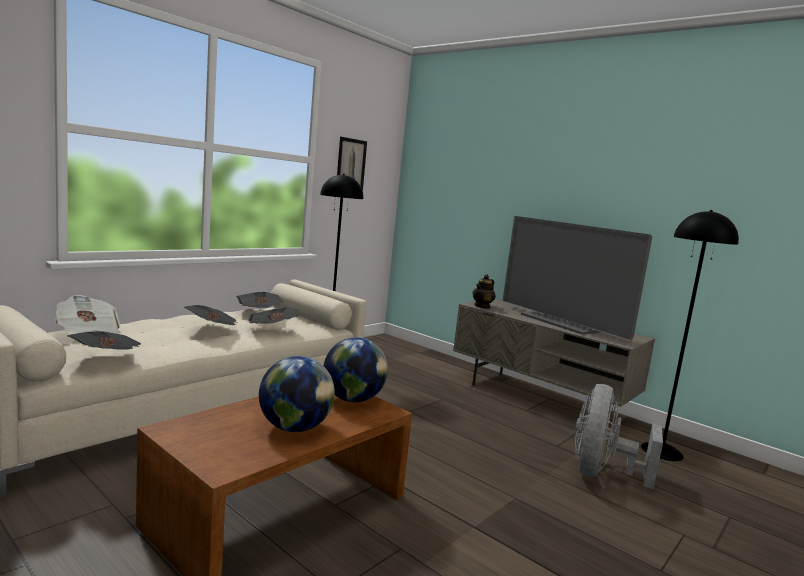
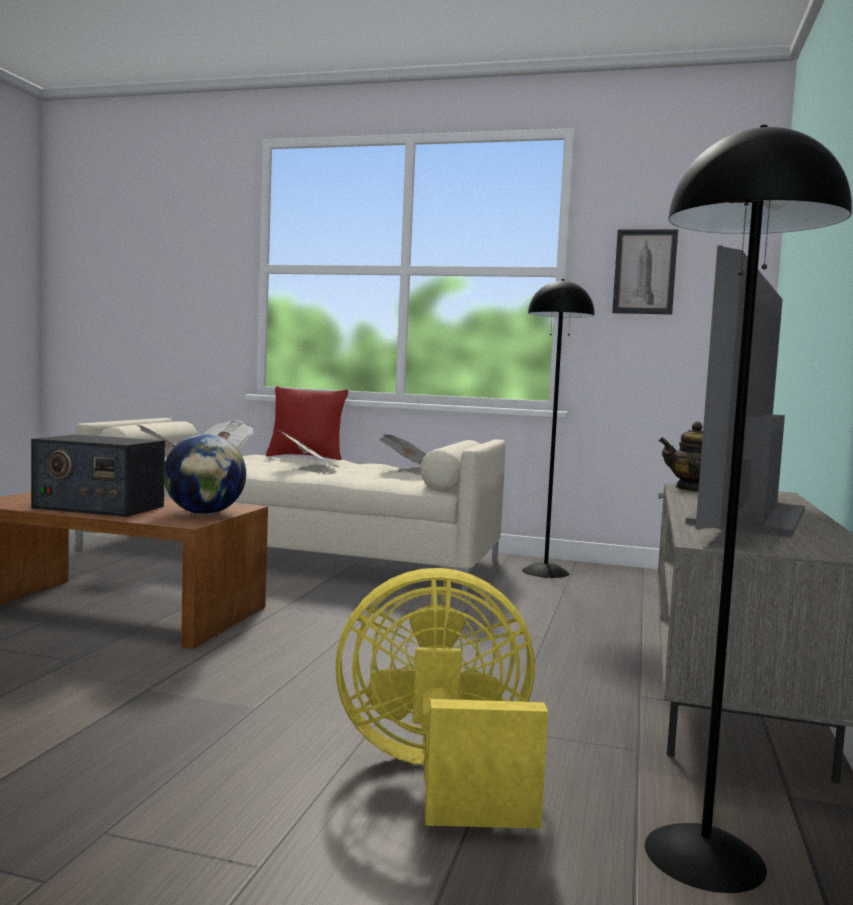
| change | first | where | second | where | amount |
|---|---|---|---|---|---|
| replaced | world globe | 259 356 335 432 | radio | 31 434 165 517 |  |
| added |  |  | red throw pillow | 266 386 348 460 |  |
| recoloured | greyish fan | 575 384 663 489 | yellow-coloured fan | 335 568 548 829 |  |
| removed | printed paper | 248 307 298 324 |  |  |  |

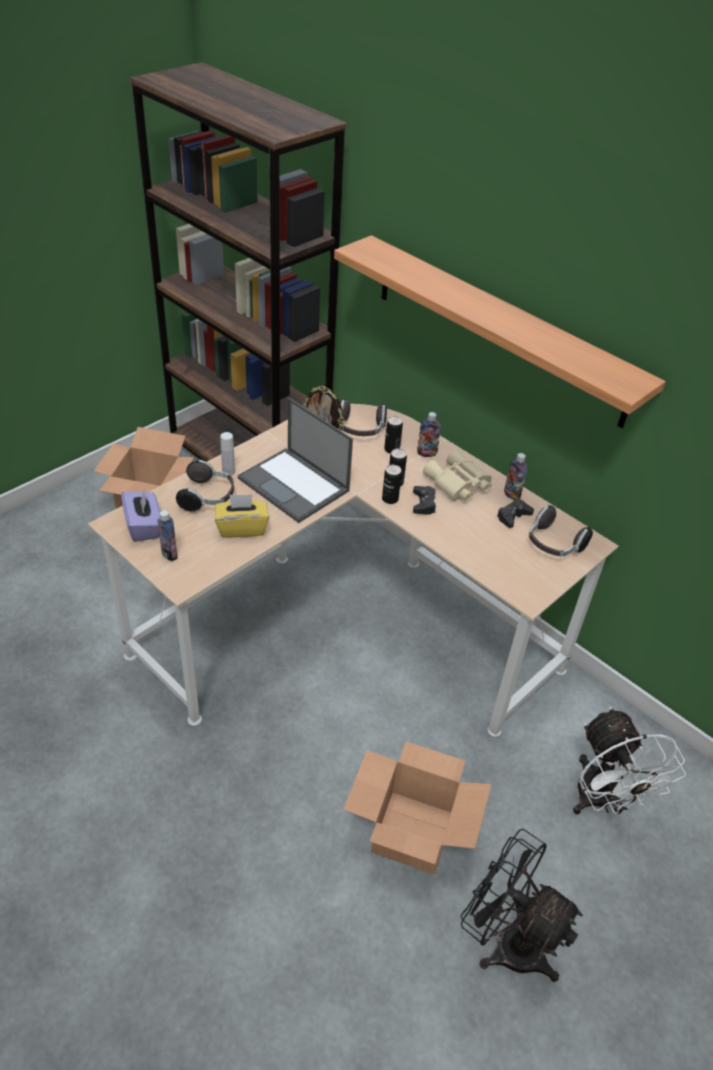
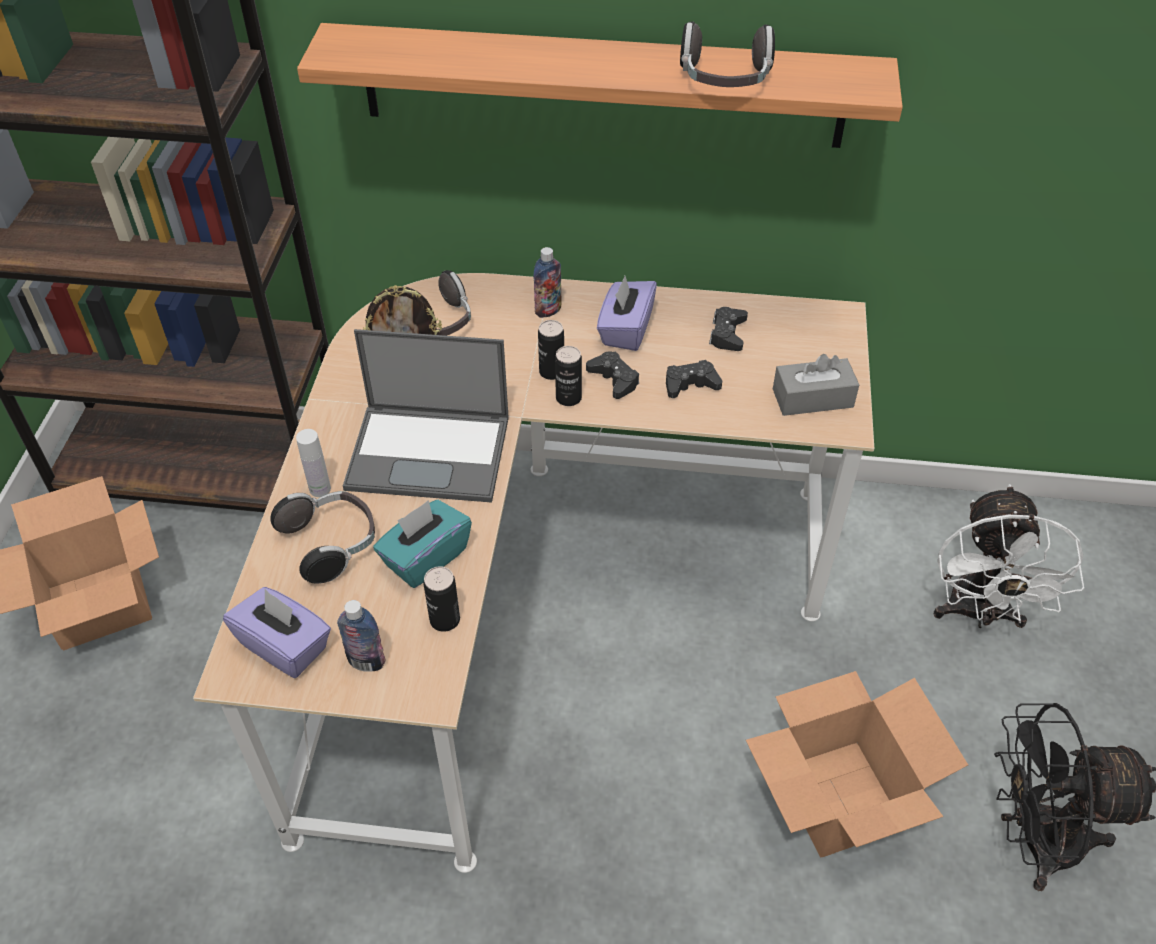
| change | first | where | second | where | amount |
|---|---|---|---|---|---|
| recoloured | yellow-coloured tissue holder | 215 494 269 538 | blue-green tissue holder | 373 500 472 588 |  |
| moved | metal can | 384 416 403 454 |  | 423 566 460 632 |  |
| replaced | sand-coloured field glasses | 423 450 492 502 | purplish tissue holder | 597 276 657 351 |  |
| added |  |  | black-coloured game controller | 666 360 722 398 |  |
| moved | headset | 529 505 593 556 |  | 680 21 775 87 |  |
| added |  |  | greyish tissue holder | 773 354 859 416 |  |
| turned | whitish fan | 573 706 686 815 |  | 934 484 1084 628 | 60 degrees clockwise |
| removed | beverage bottle | 504 453 527 500 |  |  |  |

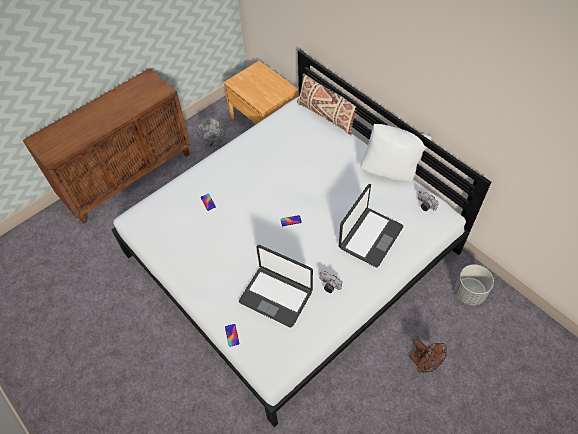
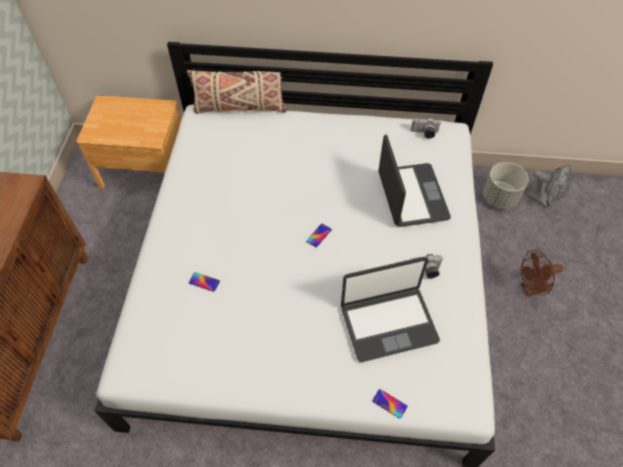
| change | first | where | second | where | amount |
|---|---|---|---|---|---|
| turned | brown fan | 409 339 446 373 |  | 521 250 563 297 | 150 degrees clockwise |
| moved | greyish fan | 196 117 226 147 |  | 527 164 573 208 |  |
| removed | whitish throw pillow | 360 124 432 182 |  |  |  |

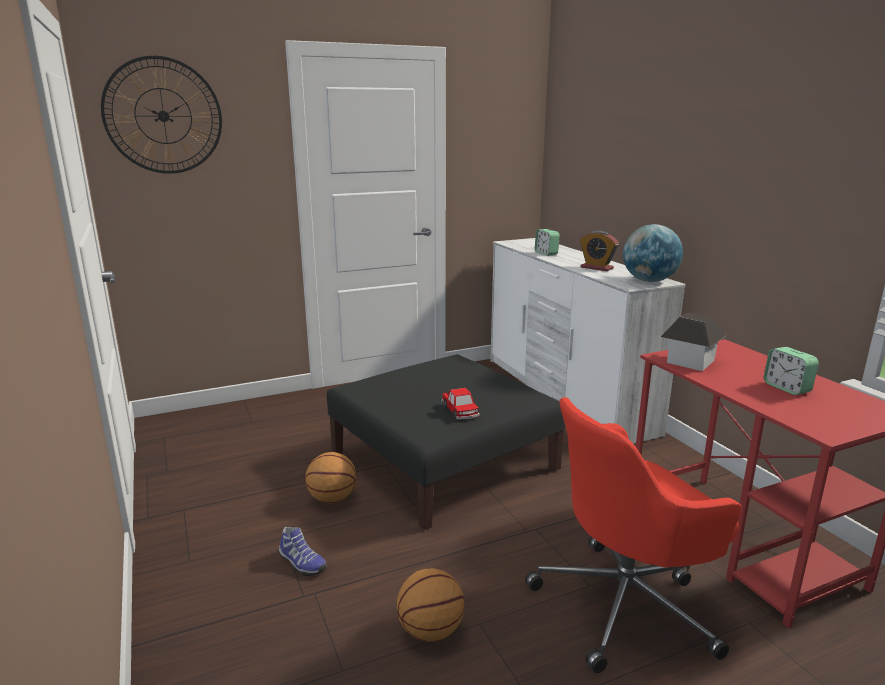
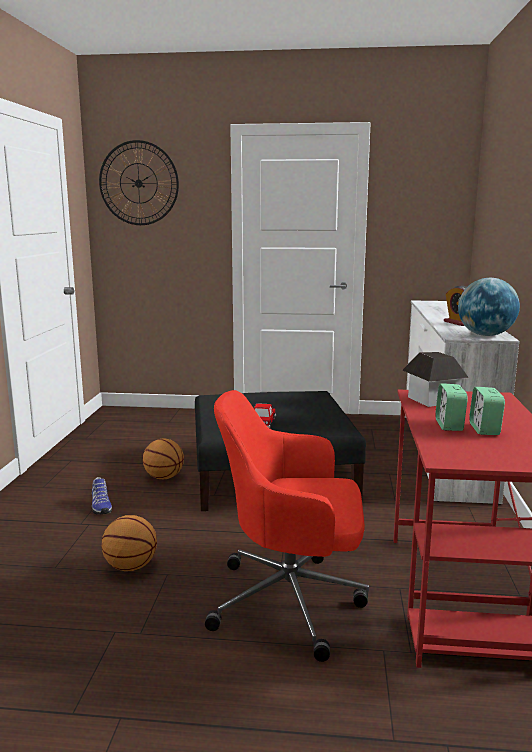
| change | first | where | second | where | amount |
|---|---|---|---|---|---|
| moved | table clock | 535 229 560 256 |  | 435 383 468 431 |  |

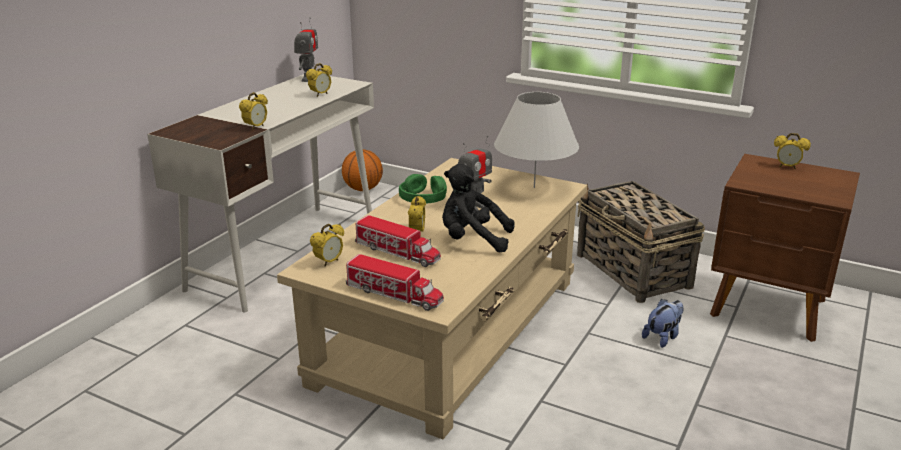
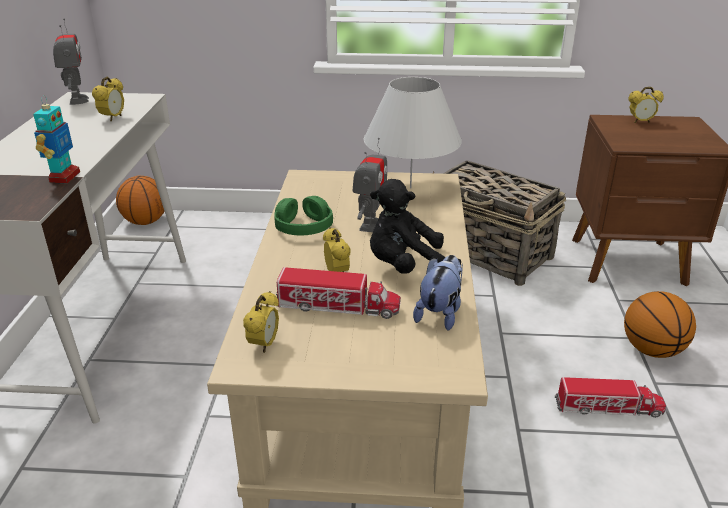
| change | first | where | second | where | amount |
|---|---|---|---|---|---|
| replaced | table clock | 239 92 268 130 | model robot | 33 95 80 184 |  |
| moved | cuddly toy | 642 299 684 348 |  | 413 255 463 331 |  |
| moved | toy truck | 346 254 444 311 |  | 554 377 666 418 |  |
| added |  |  | ball for basketball | 624 291 696 358 |  |

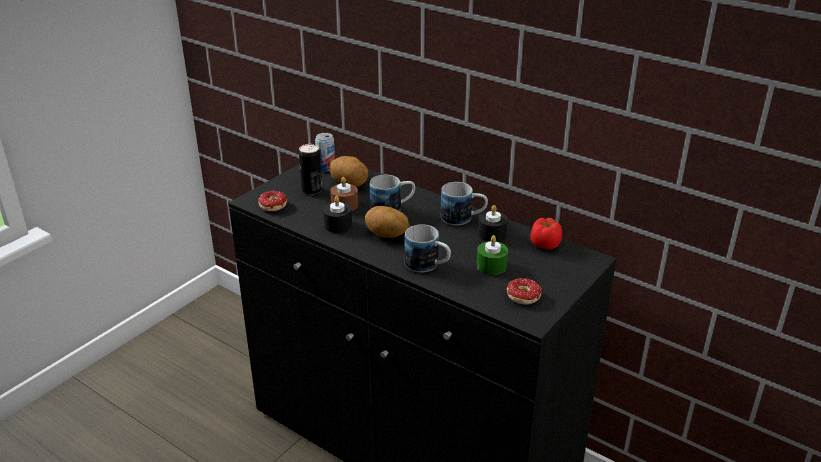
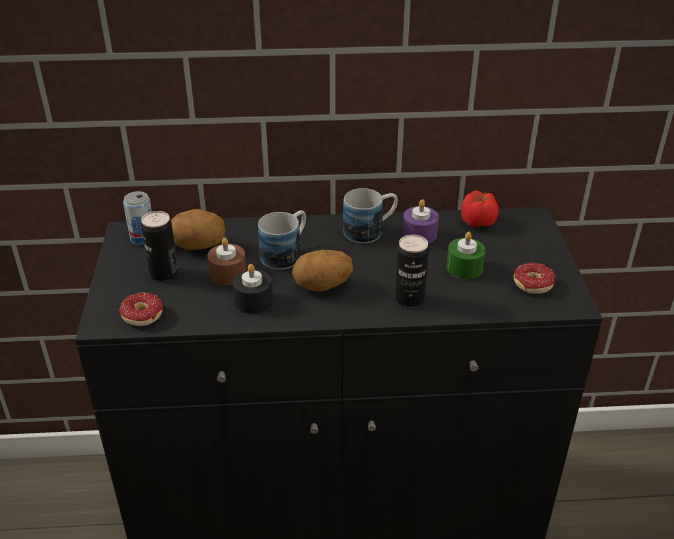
| change | first | where | second | where | amount |
|---|---|---|---|---|---|
| replaced | coffee mug | 404 224 451 273 | metal can | 395 235 429 307 |  |
| recoloured | black-coloured wax candle | 478 205 508 242 | purplish wax candle | 403 199 439 244 |  |

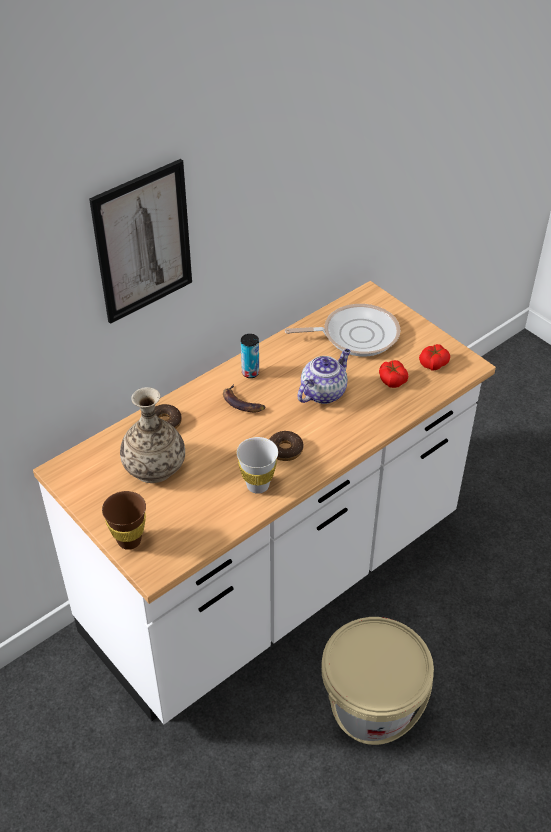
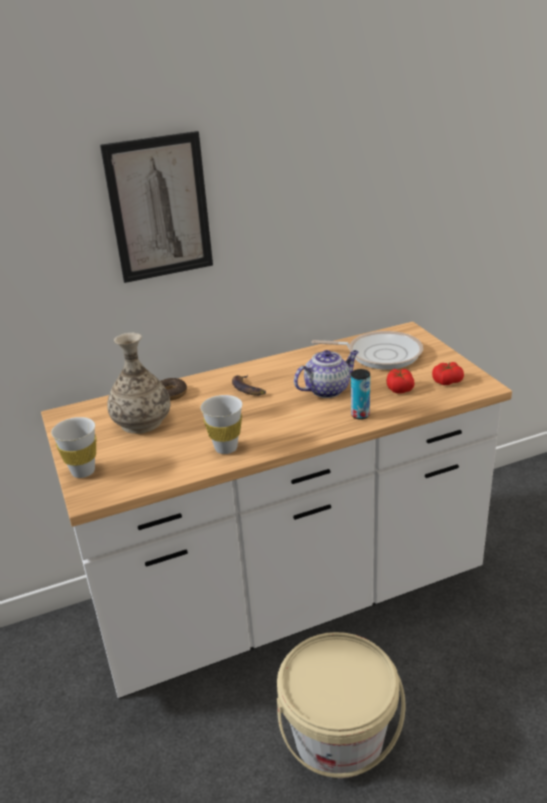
| change | first | where | second | where | amount |
|---|---|---|---|---|---|
| recoloured | brown drinking cup | 102 491 146 550 | whitish drinking cup | 51 417 96 478 |  |
| moved | metal can | 241 334 259 378 |  | 351 369 370 420 |  |
| removed | donut | 269 431 304 461 |  |  |  |

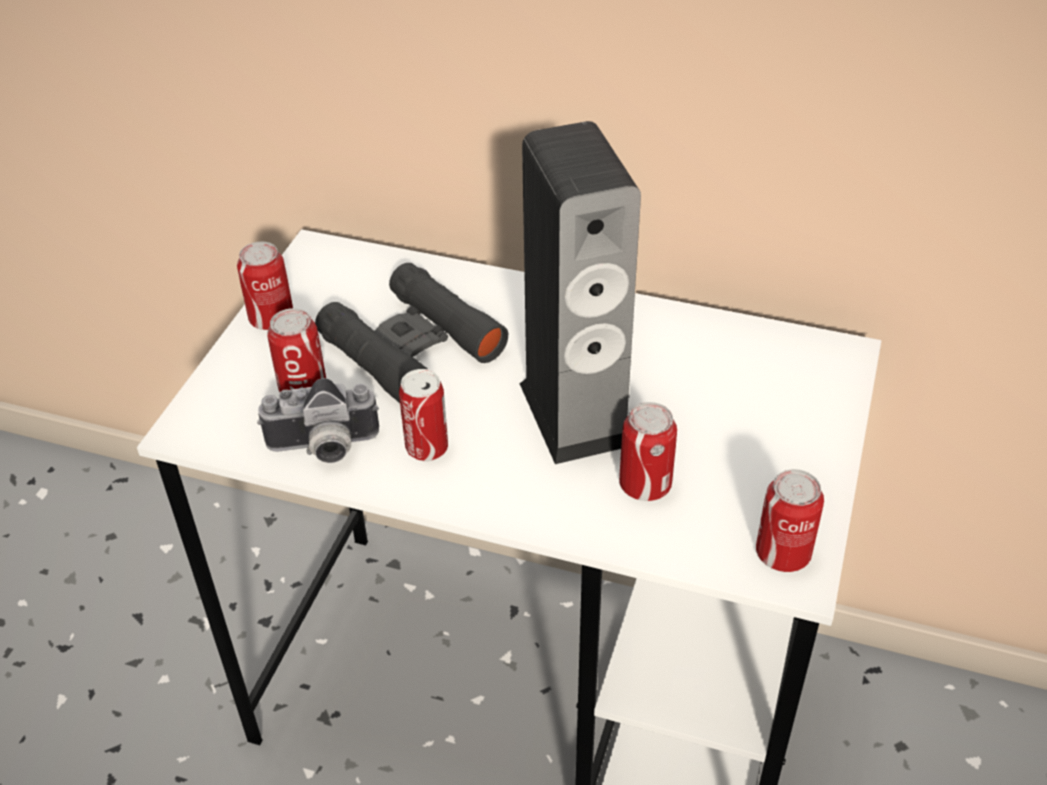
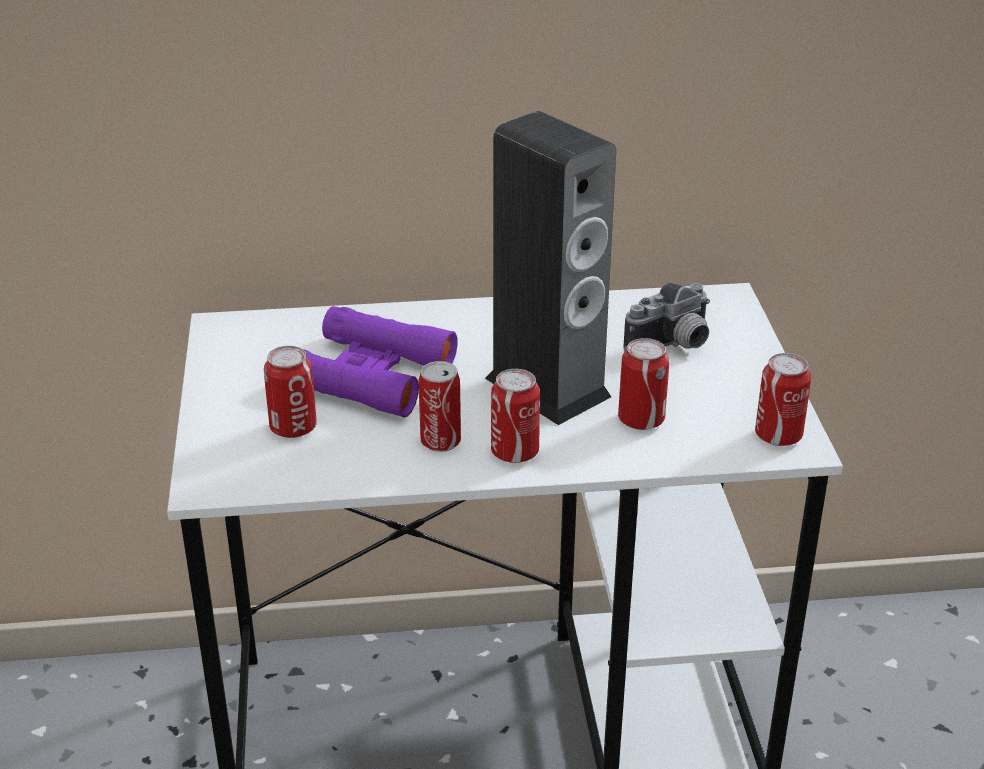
| change | first | where | second | where | amount |
|---|---|---|---|---|---|
| recoloured | black-coloured field glasses | 315 263 508 403 | purplish field glasses | 304 306 458 417 |  |
| moved | metal can | 237 242 293 330 |  | 491 369 540 463 |  |
| moved | photo camera | 257 378 379 463 |  | 623 283 710 352 |  |

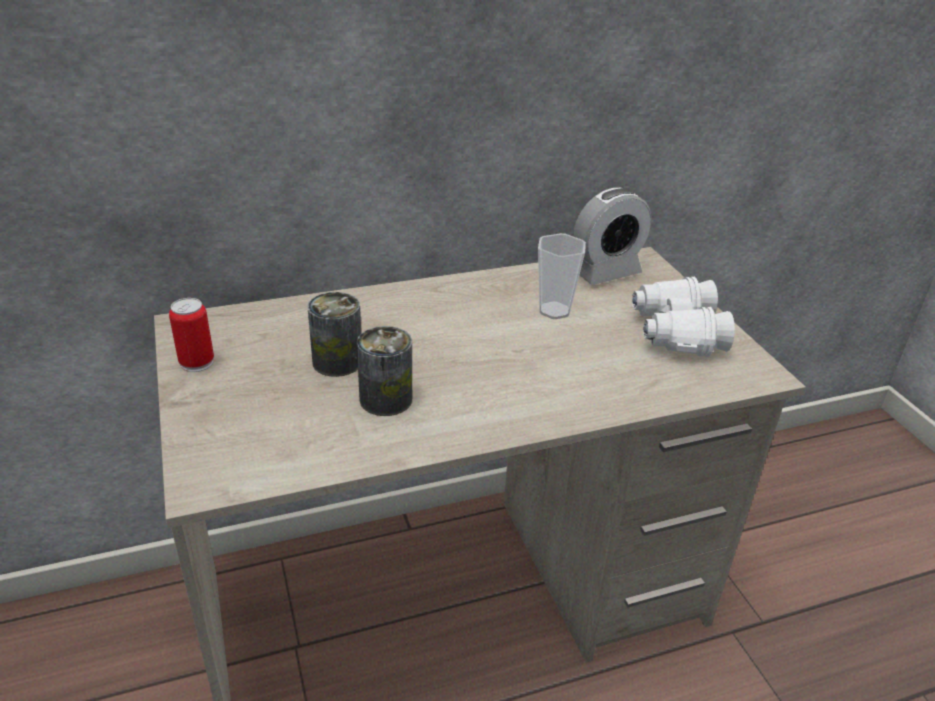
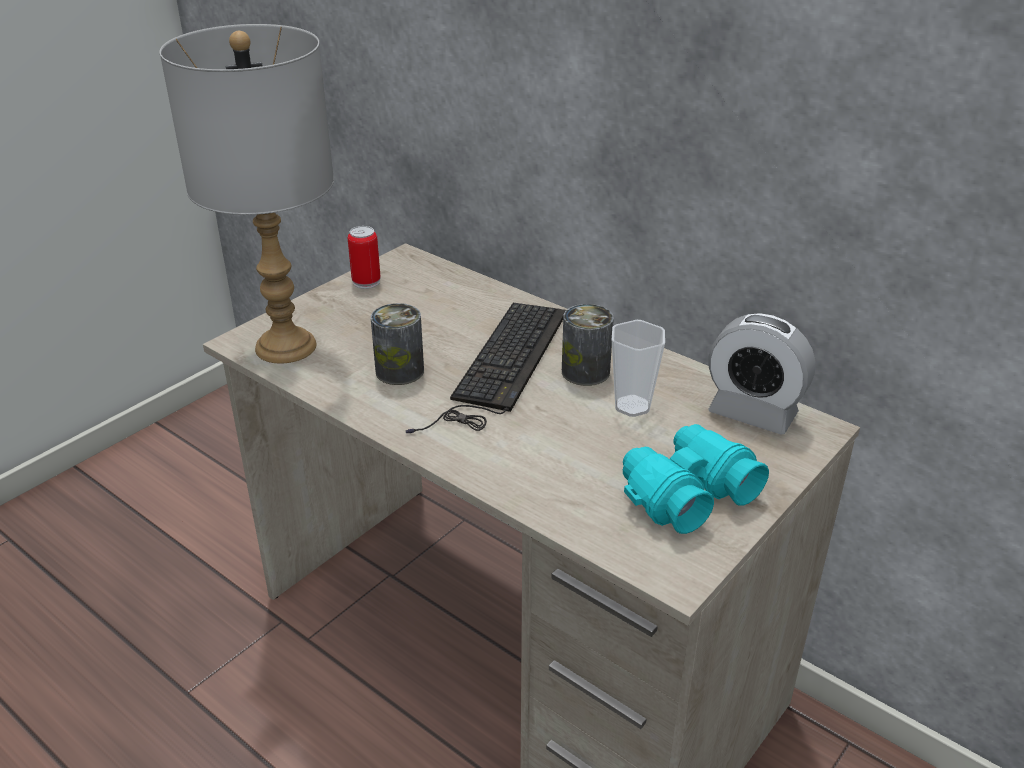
| change | first | where | second | where | amount |
|---|---|---|---|---|---|
| added |  |  | greyish tabletop lamp | 160 24 334 363 |  |
| added |  |  | keyboard | 406 303 566 433 |  |
| moved | metal can | 307 292 361 377 |  | 562 304 614 386 |  |
| recoloured | whitish field glasses | 632 277 735 357 | blue-green field glasses | 623 424 769 534 |  |

